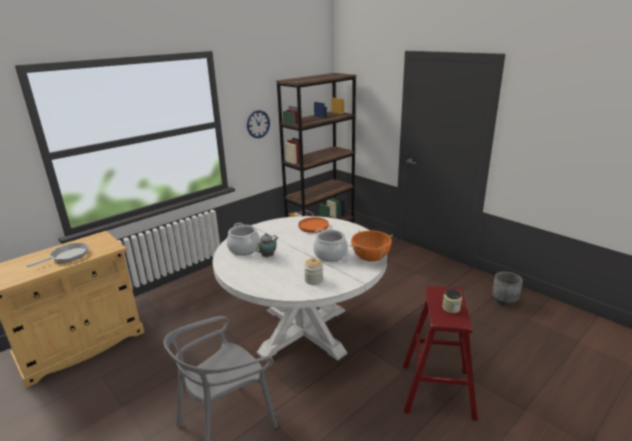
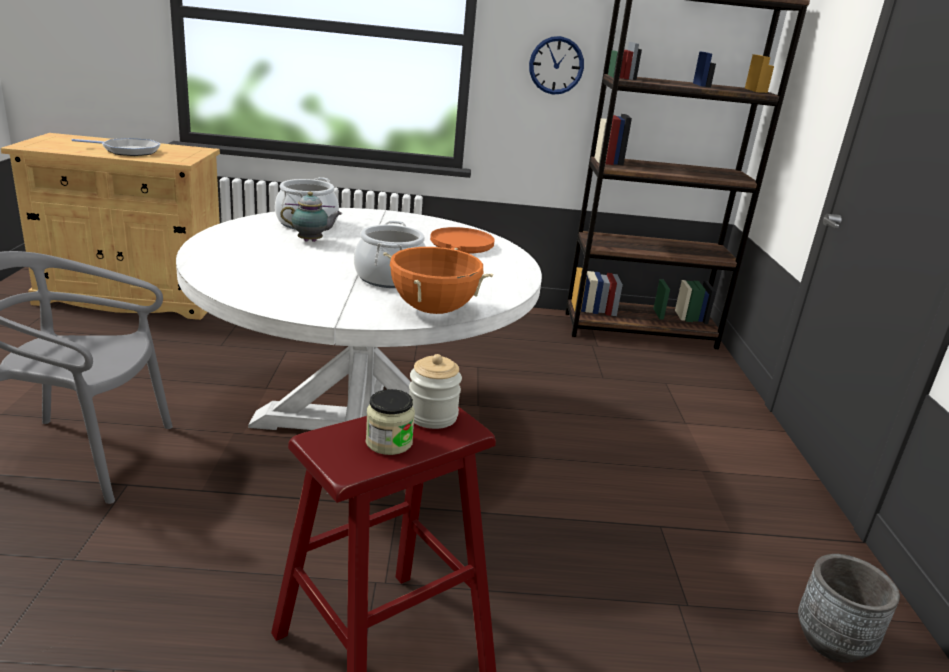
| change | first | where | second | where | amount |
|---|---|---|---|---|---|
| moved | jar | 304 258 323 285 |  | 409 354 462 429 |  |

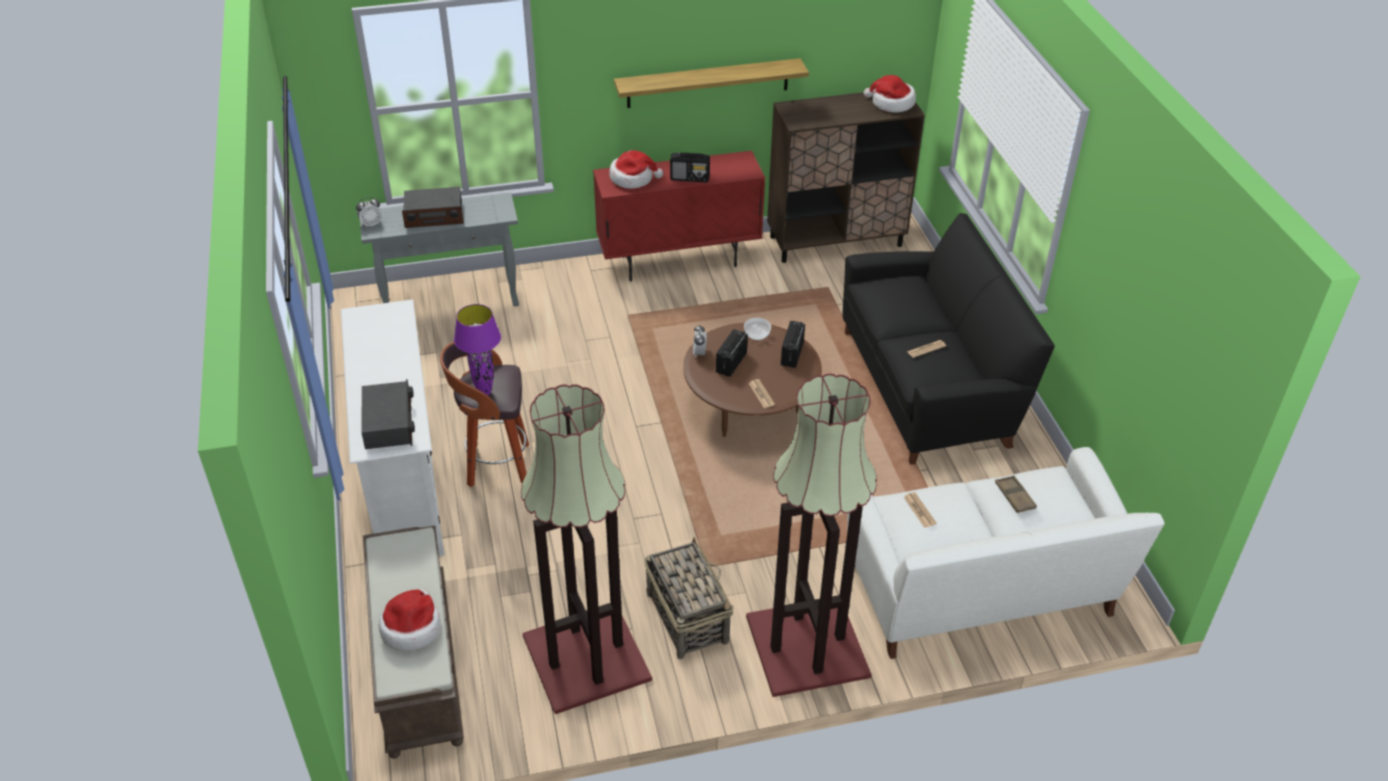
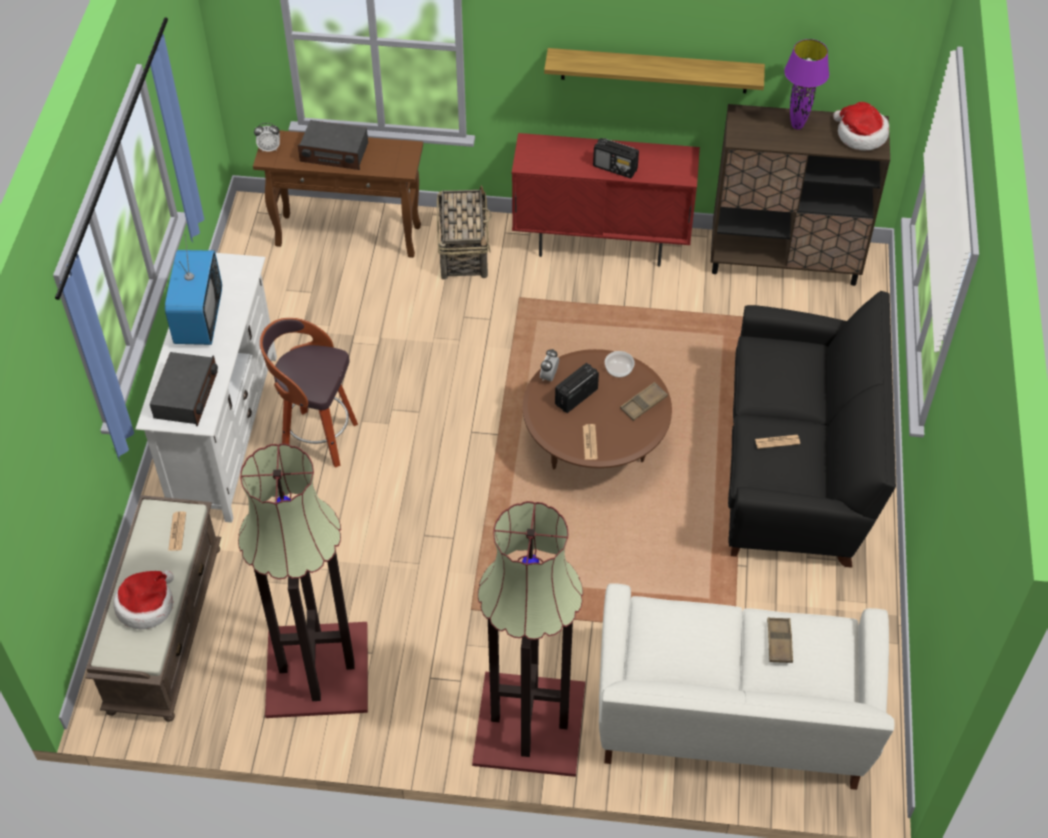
| change | first | where | second | where | amount |
|---|---|---|---|---|---|
| added |  |  | TV set | 165 235 222 345 |  |
| moved | printed paper | 904 492 937 528 |  | 168 511 186 551 |  |
| recoloured | greyish narrow table | 360 192 519 307 | brown narrow table | 253 130 423 258 |  |
| moved | basket | 645 537 734 659 |  | 437 185 492 280 |  |
| replaced | radio | 780 321 805 368 | brown serving tray | 620 382 668 421 |  |
| moved | purplish tabletop lamp | 454 304 501 395 |  | 784 39 829 130 |  |
| removed | hat | 609 150 663 189 |  |  |  |

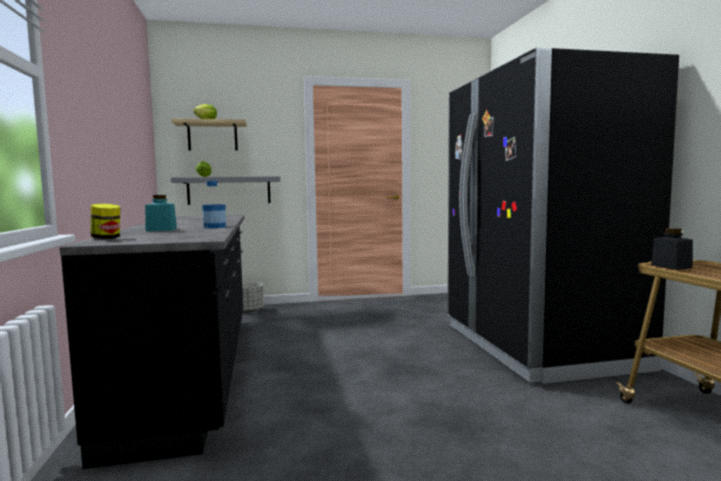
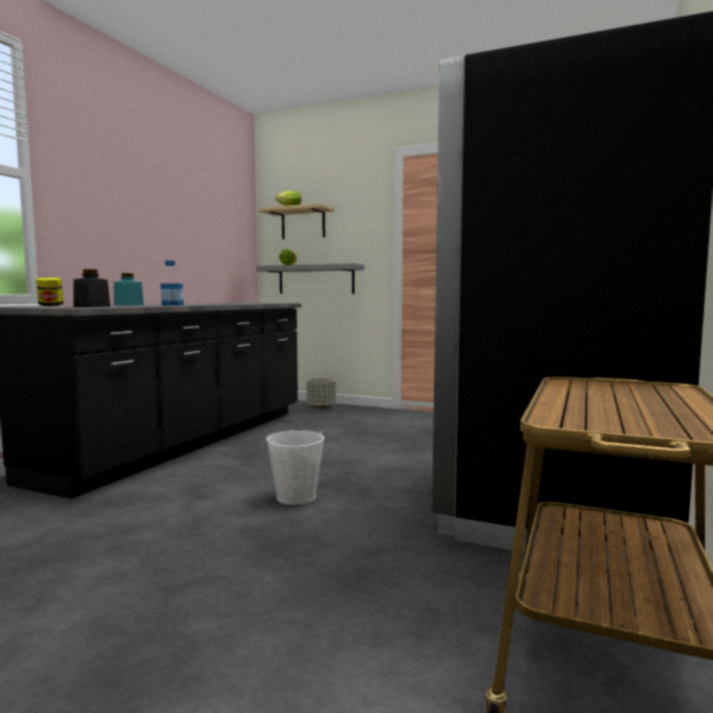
| change | first | where | second | where | amount |
|---|---|---|---|---|---|
| moved | black-coloured jar | 651 228 693 270 |  | 73 269 110 307 |  |
| added |  |  | whitish pail | 266 430 324 505 |  |

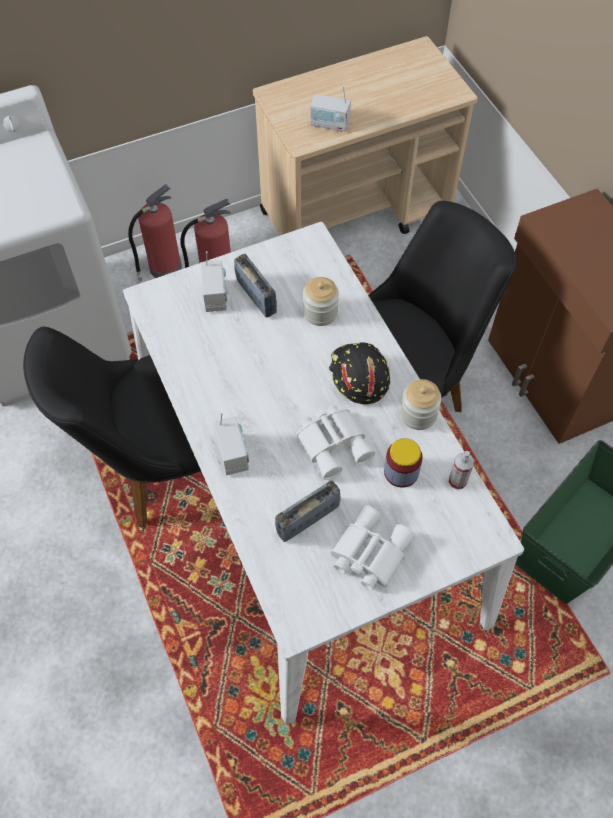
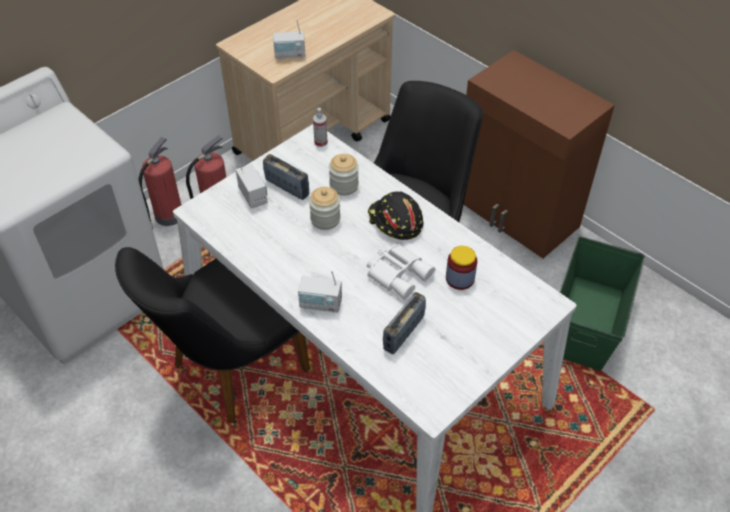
| change | first | where | second | where | amount |
|---|---|---|---|---|---|
| turned | radio | 213 413 249 475 |  | 298 271 342 313 | 135 degrees clockwise |
| moved | jar | 400 379 442 430 |  | 309 187 341 230 |  |
| moved | sprayer | 449 451 474 490 |  | 313 108 328 147 |  |
| removed | whitish field glasses | 331 505 415 590 |  |  |  |

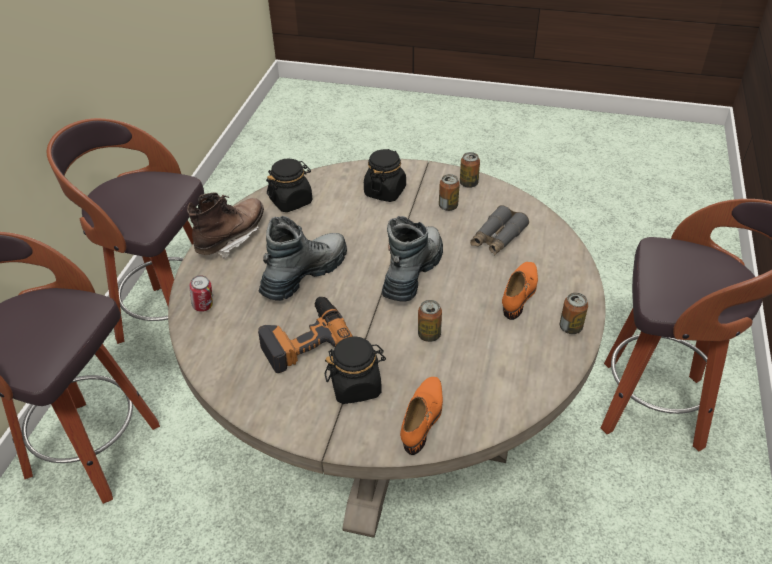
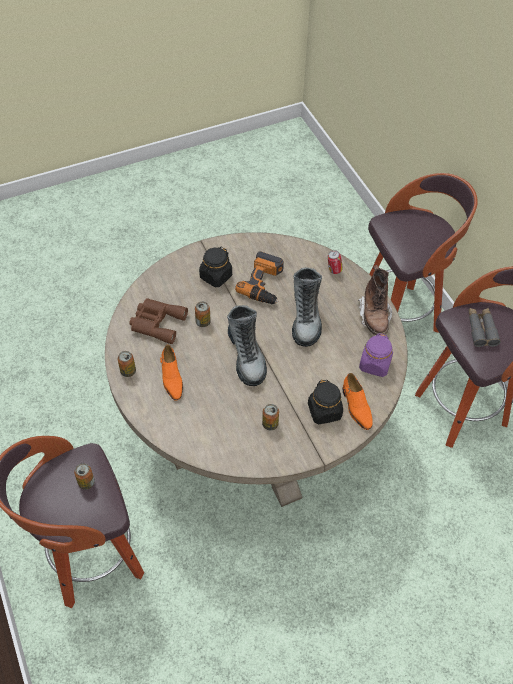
| change | first | where | second | where | amount |
|---|---|---|---|---|---|
| moved | metal can | 460 152 480 188 |  | 74 463 95 490 |  |
| added |  |  | brown field glasses | 129 298 188 344 |  |
| moved | orange item of footwear | 400 377 443 455 |  | 343 373 373 430 |  |
| recoloured | black-coloured jar | 266 158 312 212 | purplish jar | 359 333 393 377 |  |
| moved | greyish field glasses | 470 205 529 255 |  | 468 308 501 347 |  |

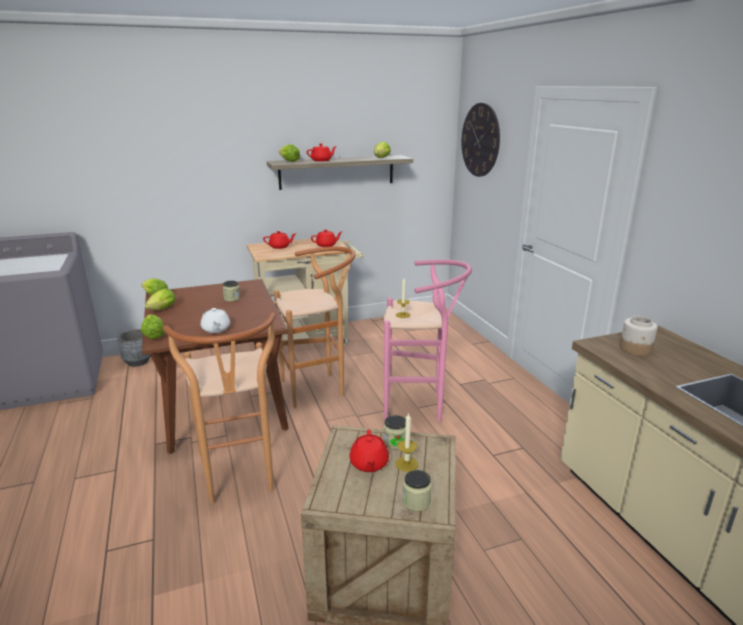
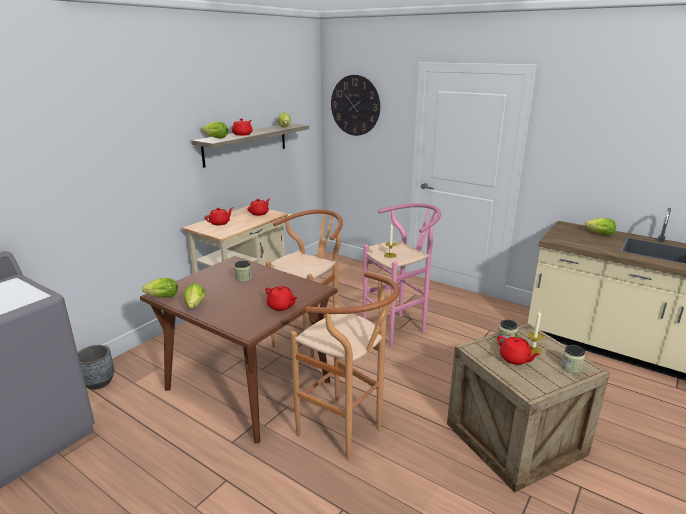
| change | first | where | second | where | amount |
|---|---|---|---|---|---|
| recoloured | whitish tea pot | 201 308 230 333 | red tea pot | 265 286 298 311 |  |
| moved | lettuce | 141 314 164 339 |  | 585 218 616 235 |  |
| removed | jar | 620 316 657 356 |  |  |  |

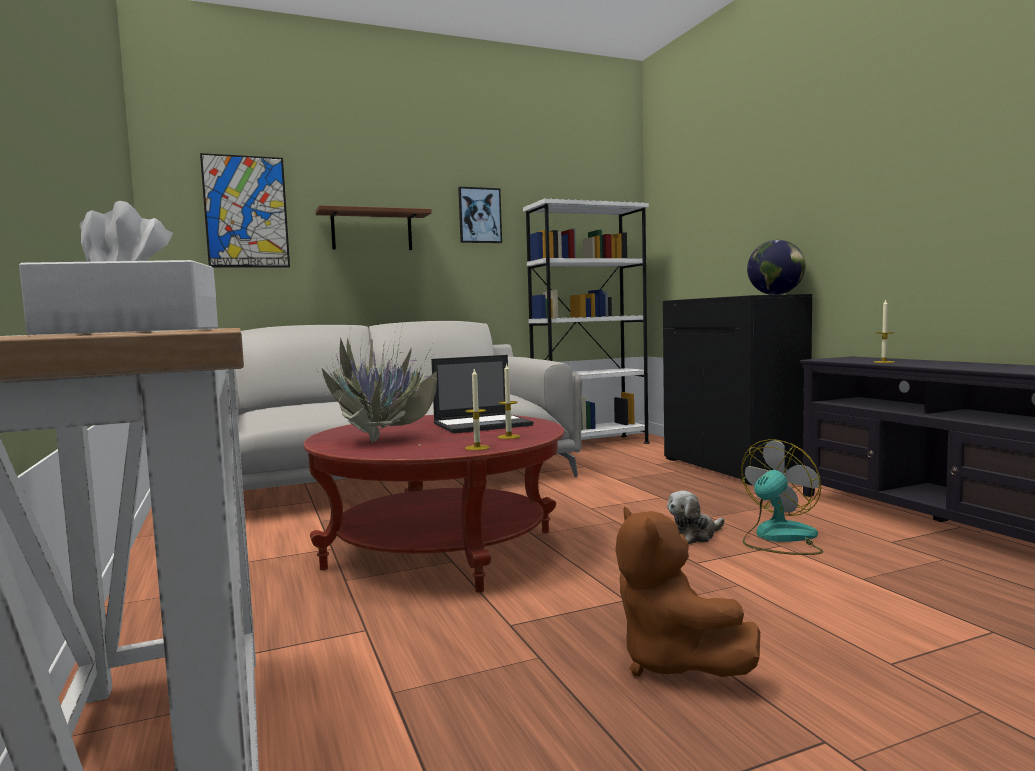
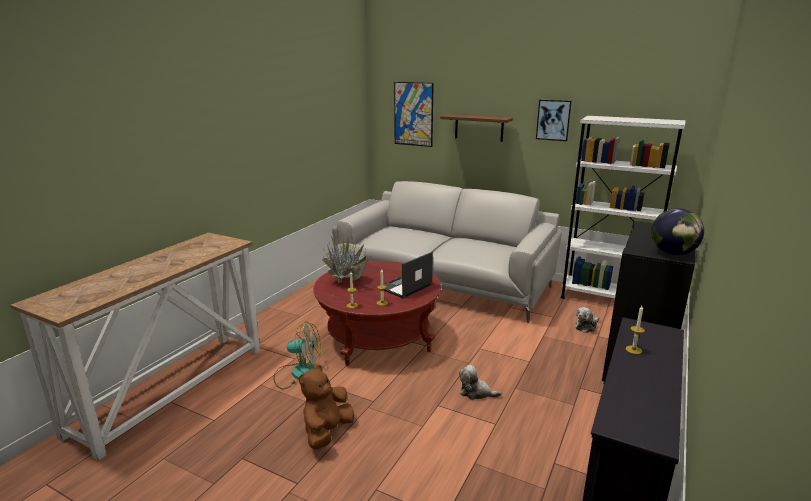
| change | first | where | second | where | amount |
|---|---|---|---|---|---|
| moved | fan | 741 439 823 555 |  | 273 322 321 389 |  |
| turned | portable computer | 431 355 533 433 |  | 383 252 433 299 | 105 degrees clockwise |
| added |  |  | cuddly toy | 575 307 600 333 |  |
| removed | whitish tissue holder | 19 201 218 335 |  |  |  |

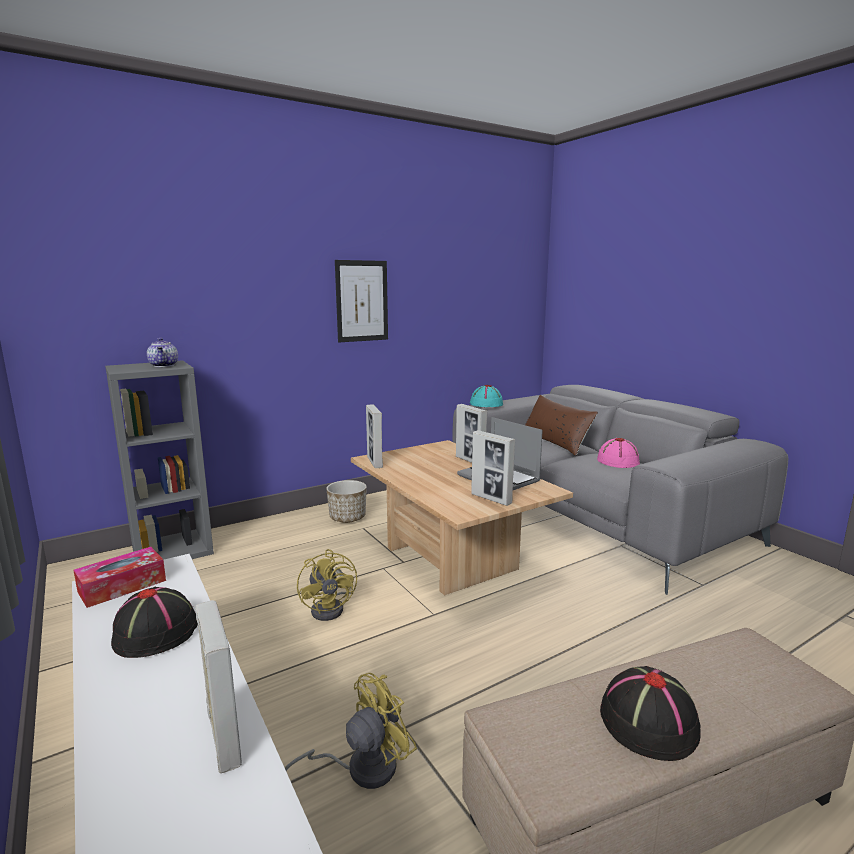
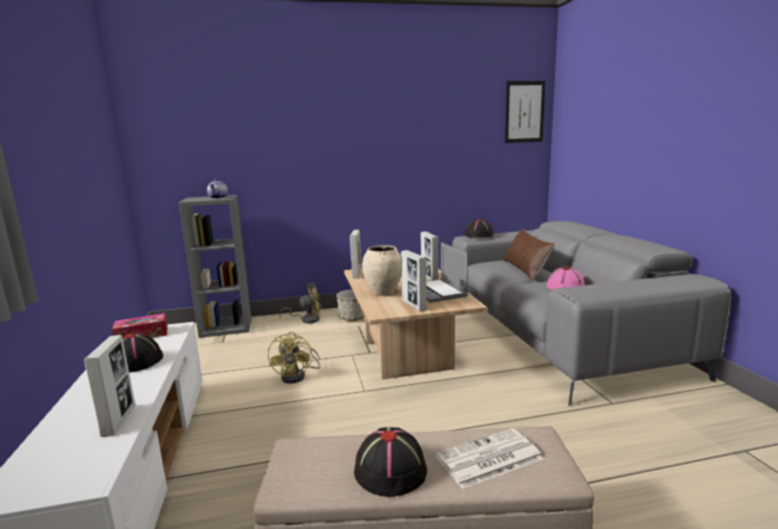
| change | first | where | second | where | amount |
|---|---|---|---|---|---|
| moved | yellow-coloured fan | 285 673 417 789 |  | 279 283 322 323 |  |
| added |  |  | sand-coloured vase | 362 245 402 296 |  |
| added |  |  | printed paper | 436 428 543 489 |  |
| recoloured | blue-green hat | 470 385 503 407 | black-coloured hat | 465 219 493 238 |  |
| moved | wall picture | 335 260 388 342 |  | 505 81 545 143 |  |

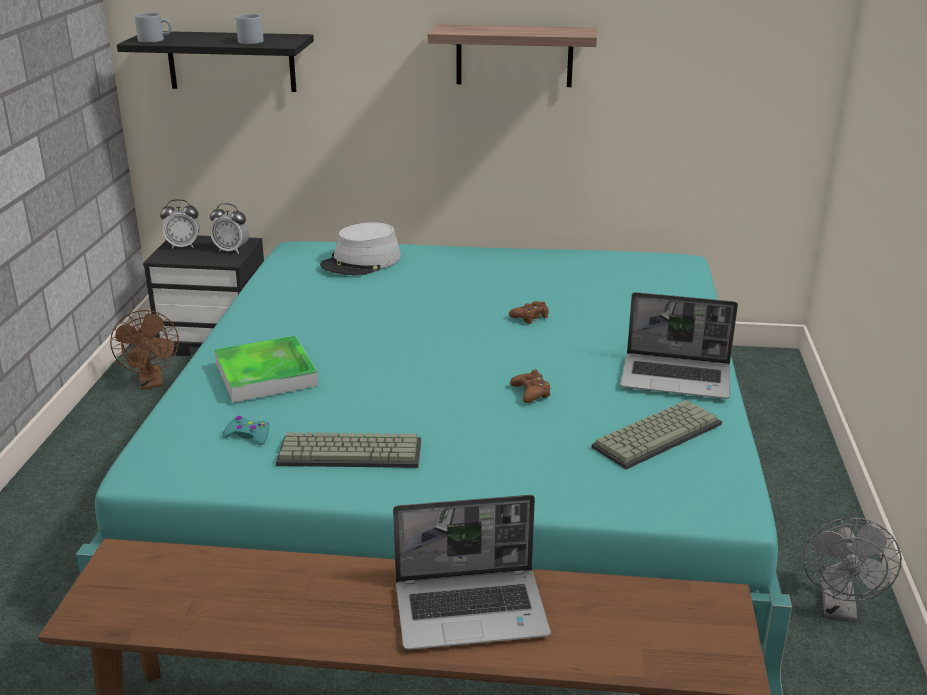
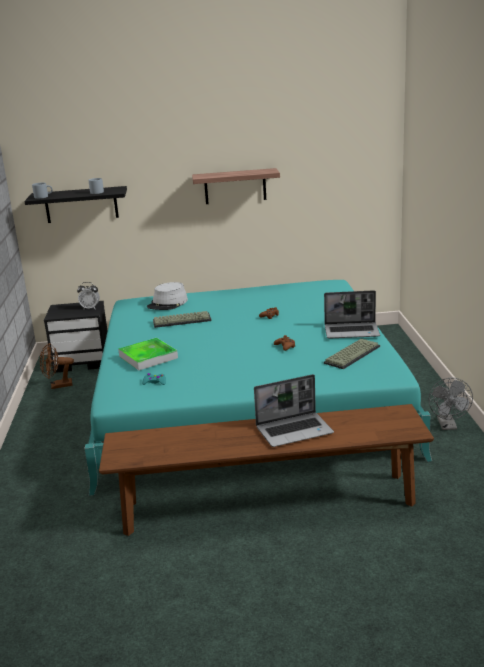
| change | first | where | second | where | amount |
|---|---|---|---|---|---|
| turned | brown fan | 110 310 179 390 |  | 40 343 74 389 | 105 degrees clockwise |
| moved | keyboard | 276 432 421 468 |  | 153 311 212 328 |  |
| removed | table clock | 160 199 200 249 |  |  |  |

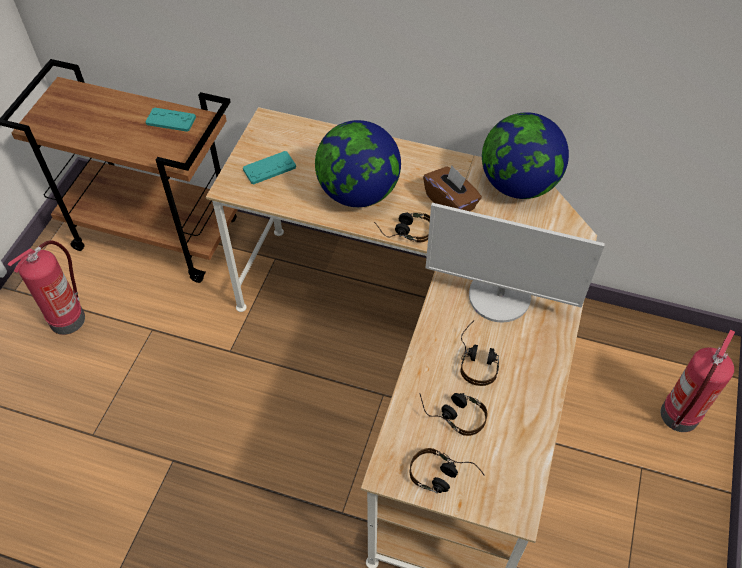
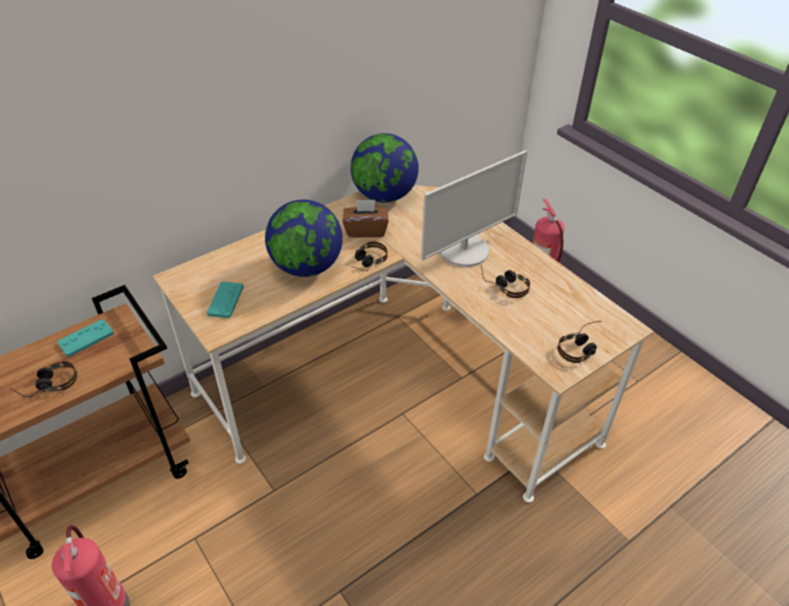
| change | first | where | second | where | amount |
|---|---|---|---|---|---|
| moved | headset | 420 393 487 436 |  | 9 361 77 397 |  |

